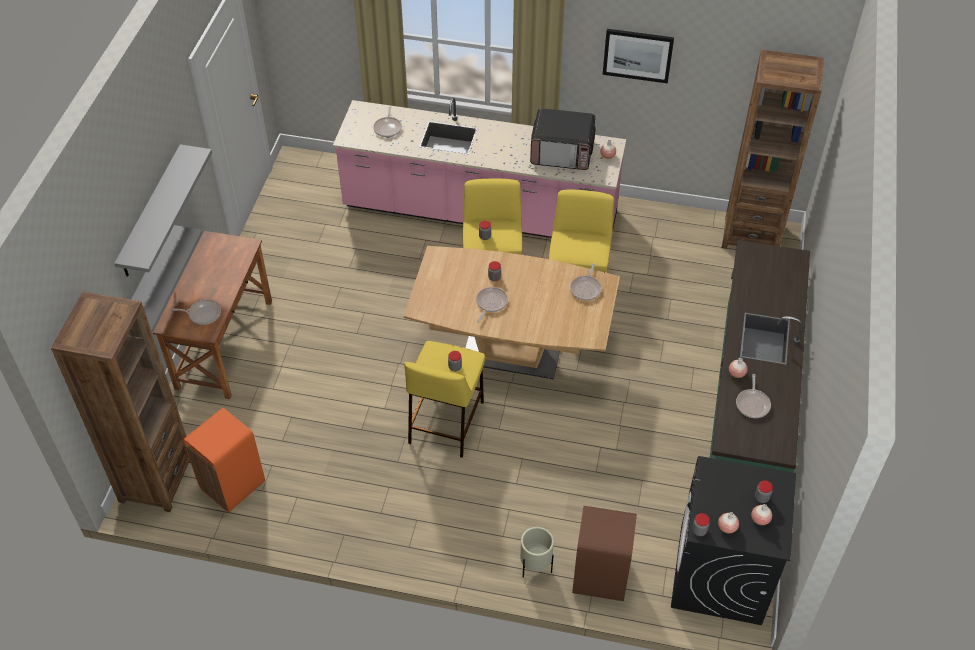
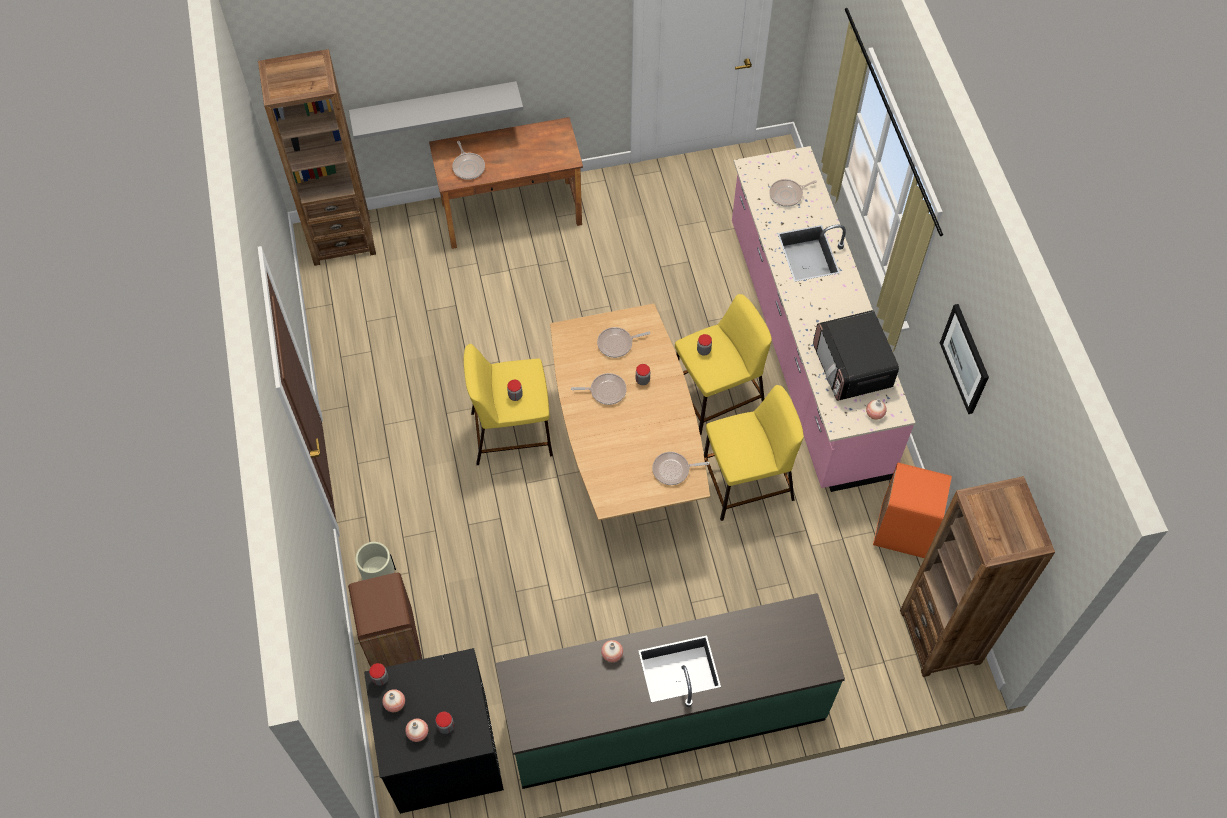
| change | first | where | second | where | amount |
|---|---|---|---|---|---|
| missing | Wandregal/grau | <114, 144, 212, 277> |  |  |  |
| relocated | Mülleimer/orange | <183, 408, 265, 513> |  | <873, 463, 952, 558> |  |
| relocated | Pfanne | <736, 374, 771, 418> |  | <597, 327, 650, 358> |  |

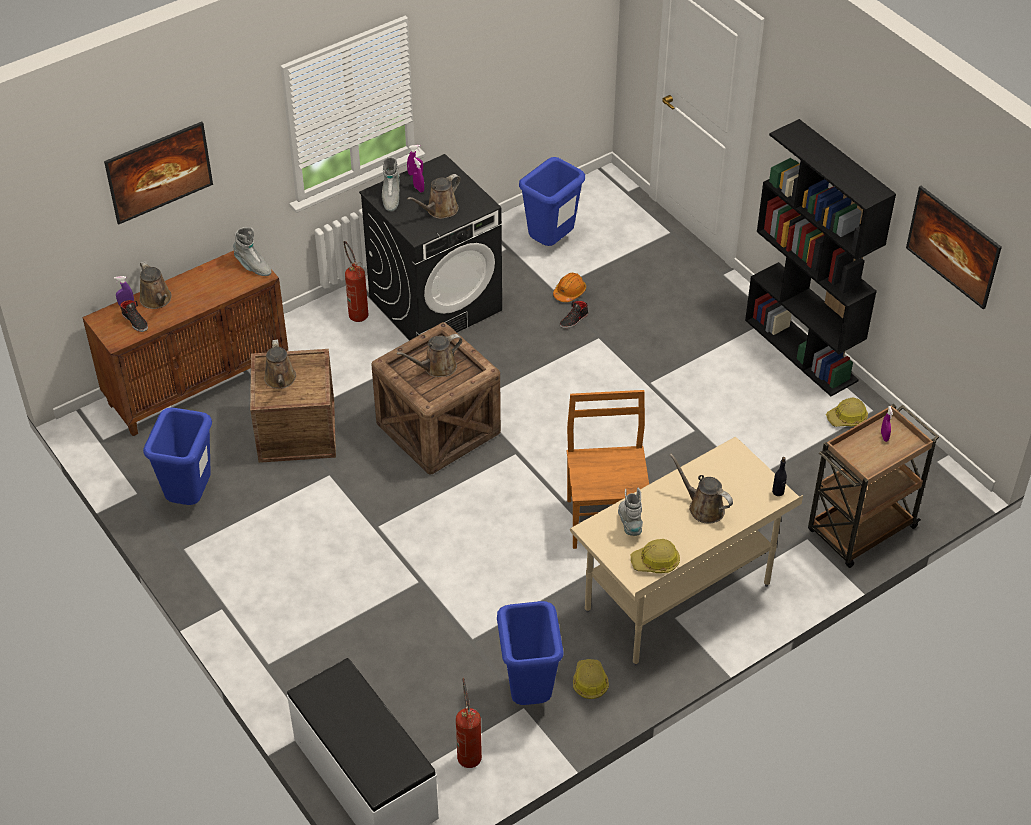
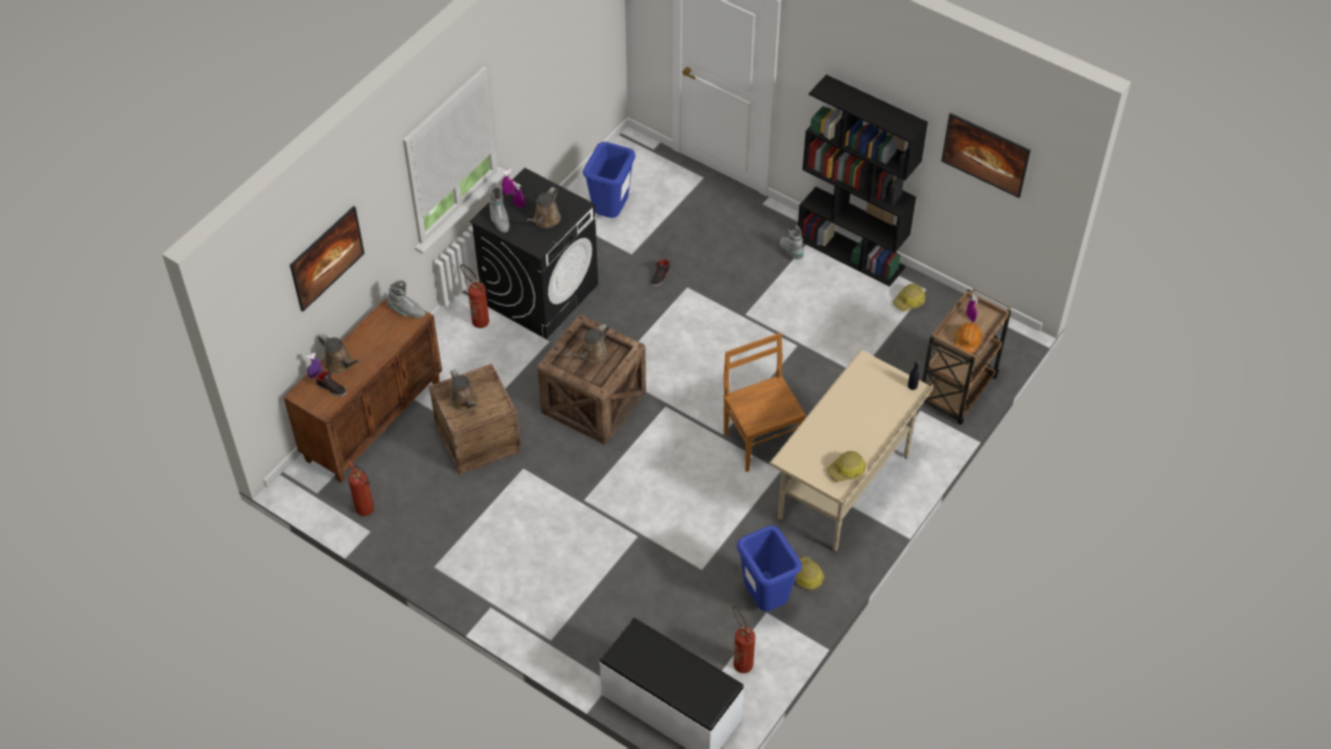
| change | first | where | second | where | amount |
|---|---|---|---|---|---|
| missing | Mülleimer/blau | <143, 407, 212, 505> |  |  |  |
| missing | Gießkanne/braun | <670, 454, 733, 524> |  |  |  |
| appeared |  |  | Feuerlöscher | <348, 461, 374, 516> |  |
| relocated | Schutzhelm/orange | <553, 273, 586, 302> |  | <955, 322, 983, 353> |  |
| relocated | Stiefel/grau | <618, 488, 643, 536> |  | <780, 225, 804, 259> |  |

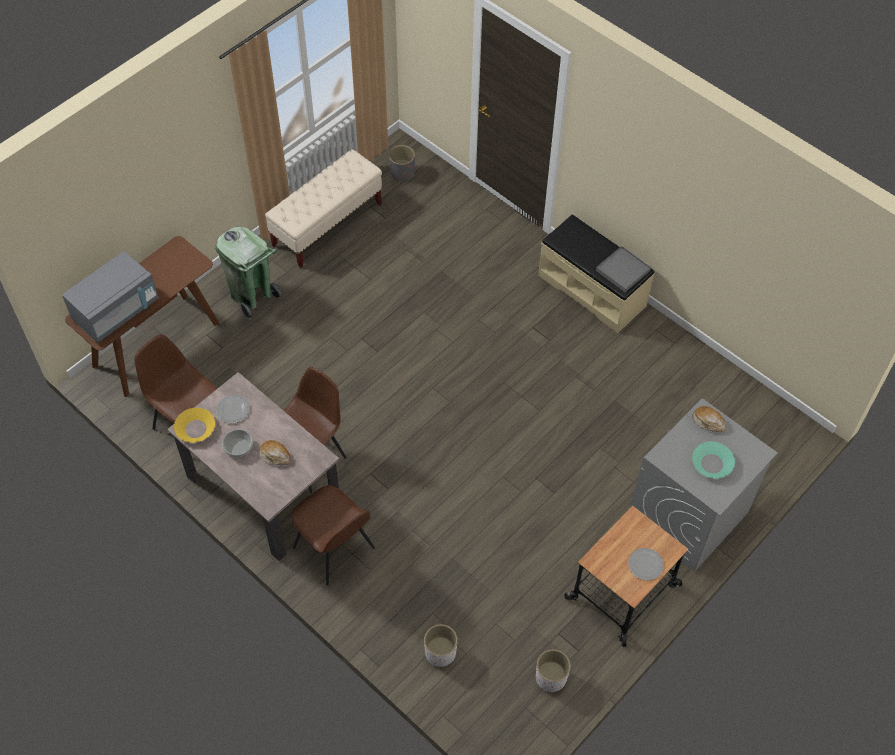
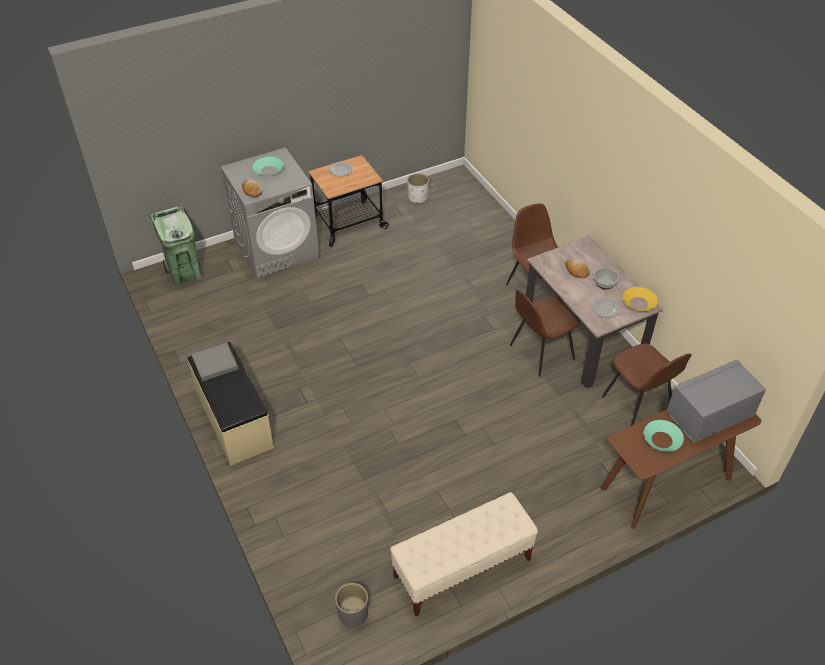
| change | first | where | second | where | amount |
|---|---|---|---|---|---|
| missing | Pflanzkübel/weiß | <424, 624, 458, 667> |  |  |  |
| appeared |  |  | Schüssel/türkis | <644, 420, 684, 452> |  |
| relocated | Mülleimer/grün | <215, 227, 282, 320> |  | <150, 206, 202, 286> |  |

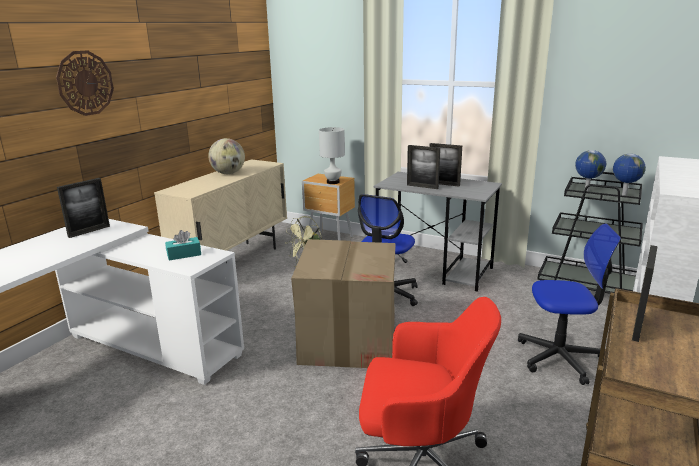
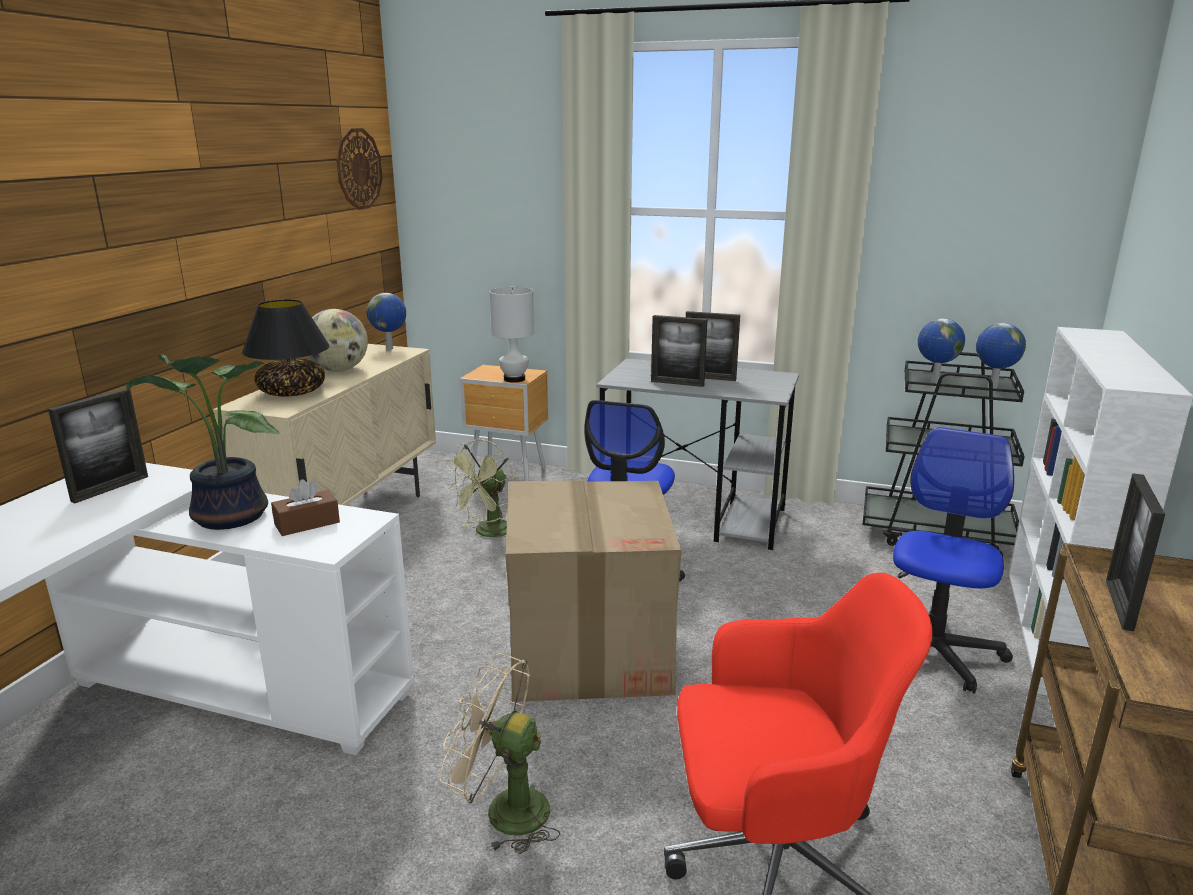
| change | first | where | second | where | amount |
|---|---|---|---|---|---|
| appeared |  |  | Topfpflanze | <126, 354, 280, 530> |  |
| appeared |  |  | Tischlampe/schwarz | <242, 300, 330, 397> |  |
| appeared |  |  | Globus | <367, 293, 406, 350> |  |
| appeared |  |  | Ventilator/beige | <440, 653, 560, 854> |  |
| relocated | Wanduhr | <56, 50, 114, 116> |  | <336, 128, 383, 210> |  |
| colour | Taschentuchbox/türkis | <165, 230, 201, 260> | Taschentuchbox/braun | <271, 479, 340, 536> |  |
| spun | Bürostuhl | <518, 224, 621, 385> |  | <893, 427, 1014, 694> | 60 degrees counterclockwise |

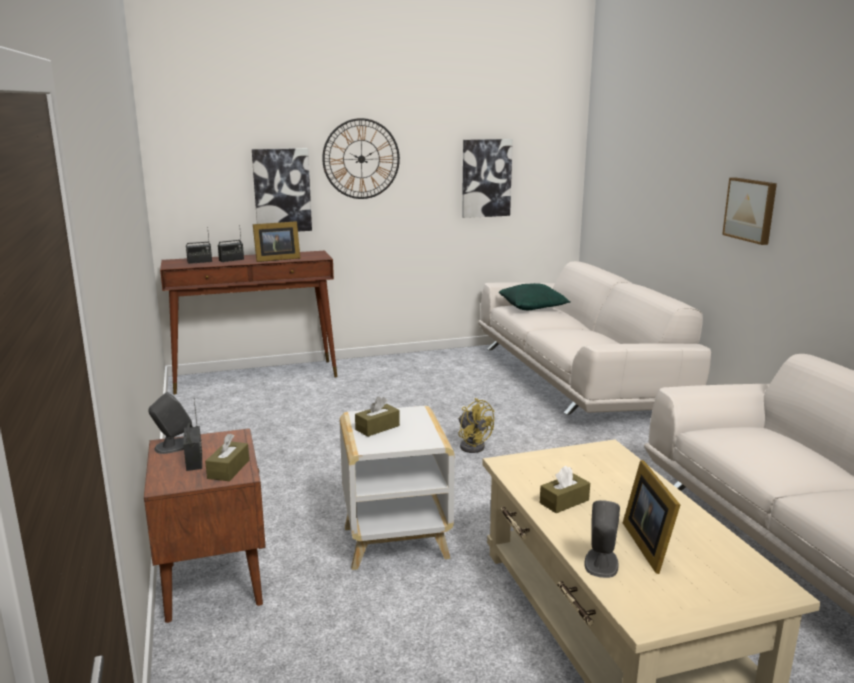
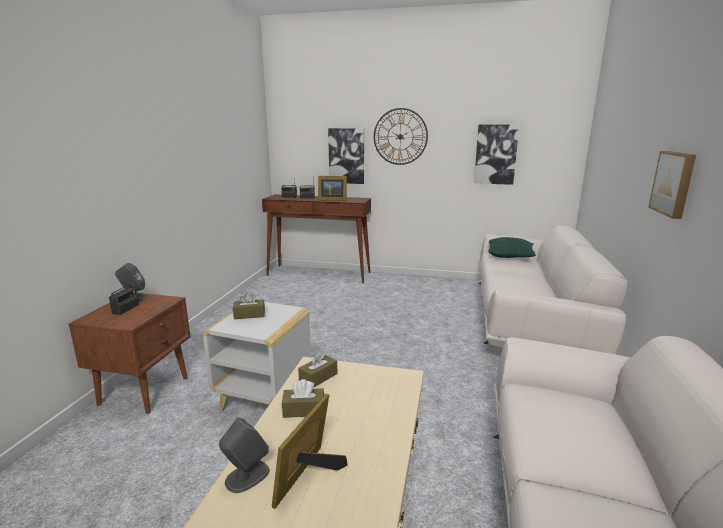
| change | first | where | second | where | amount |
|---|---|---|---|---|---|
| missing | Ventilator/gelb | <458, 398, 494, 453> |  |  |  |
| relocated | Taschentuchbox/braun | <205, 434, 249, 481> |  | <298, 351, 337, 388> |  |

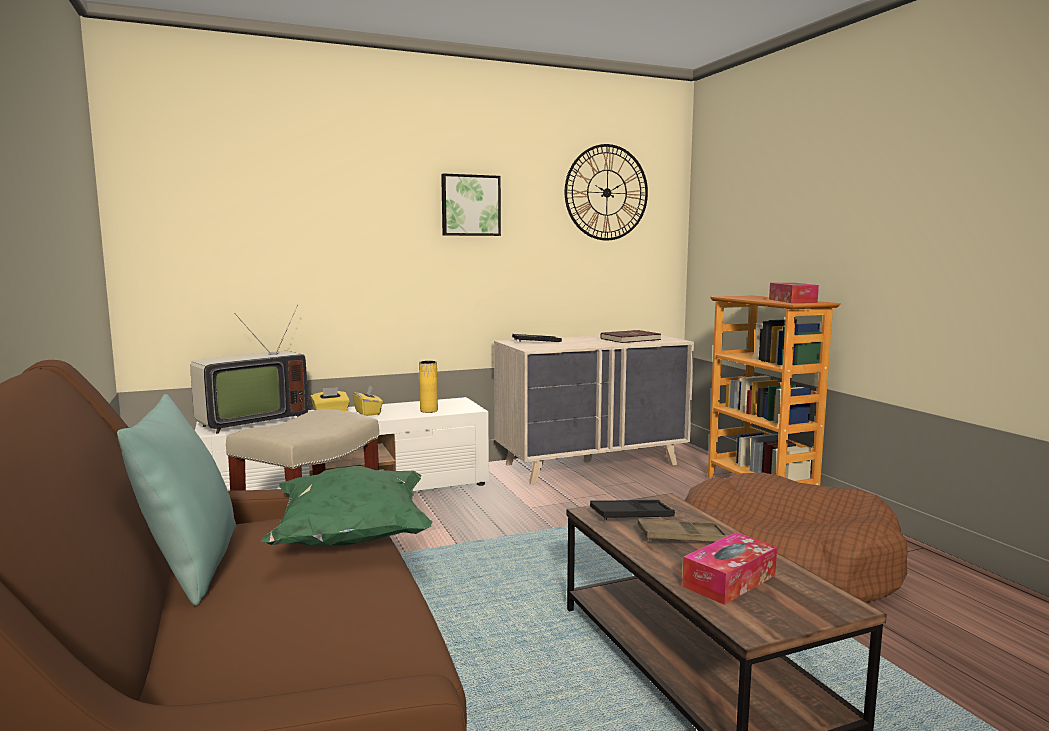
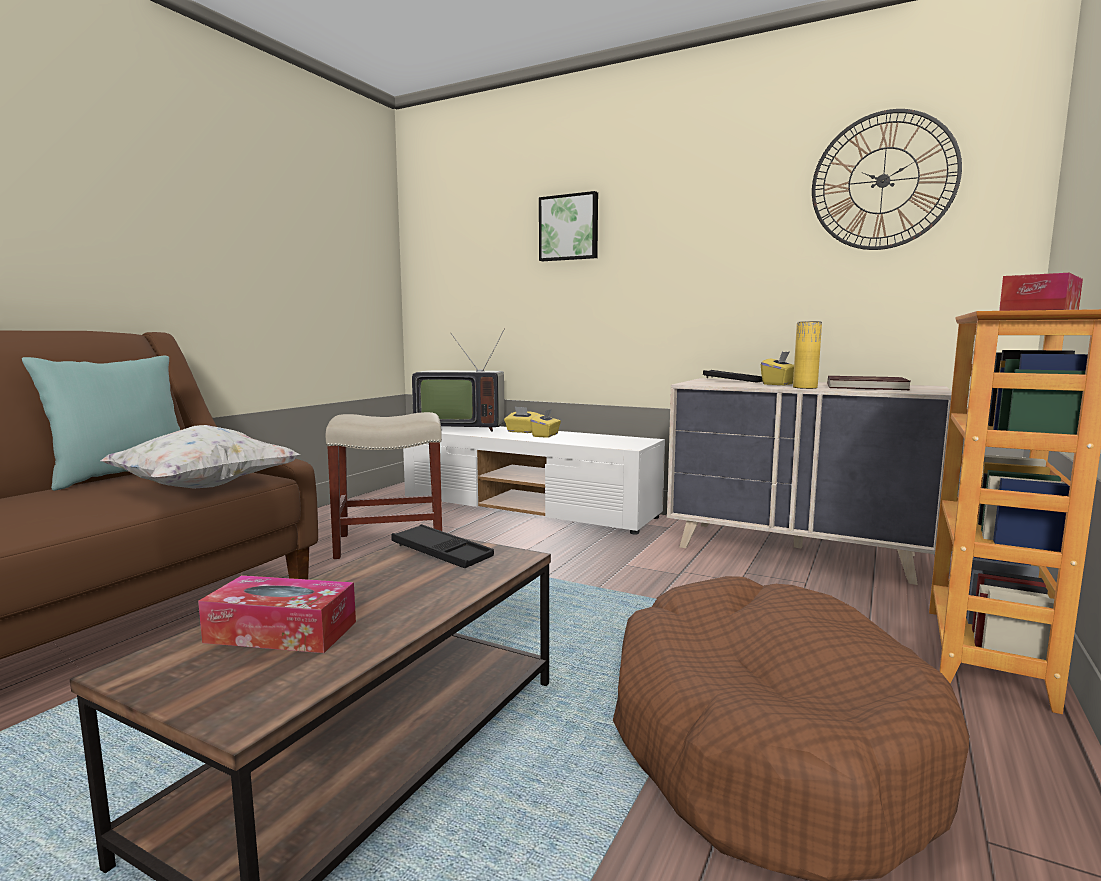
| change | first | where | second | where | amount |
|---|---|---|---|---|---|
| missing | Tablett/braun | <638, 518, 729, 542> |  |  |  |
| appeared |  |  | Taschentuchbox/gelb | <761, 351, 794, 386> |  |
| relocated | Vase/gelb | <419, 361, 438, 413> |  | <793, 322, 822, 389> |  |
| relocated | Bild | <441, 173, 501, 236> |  | <539, 191, 598, 261> |  |
| colour | Kissen/grün | <261, 466, 433, 545> | Kissen/weiß | <100, 425, 300, 489> |  |

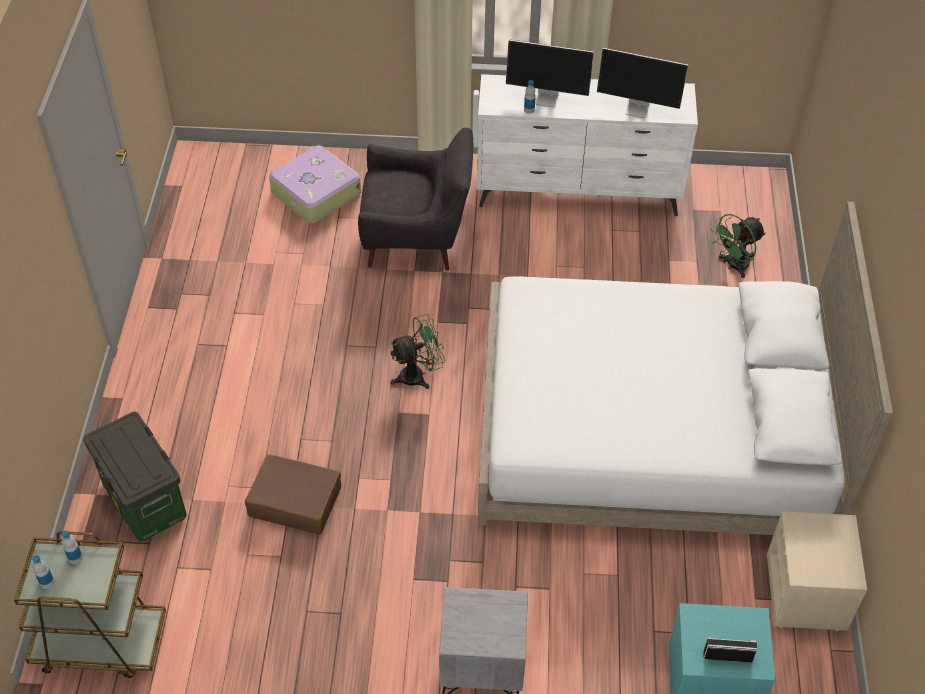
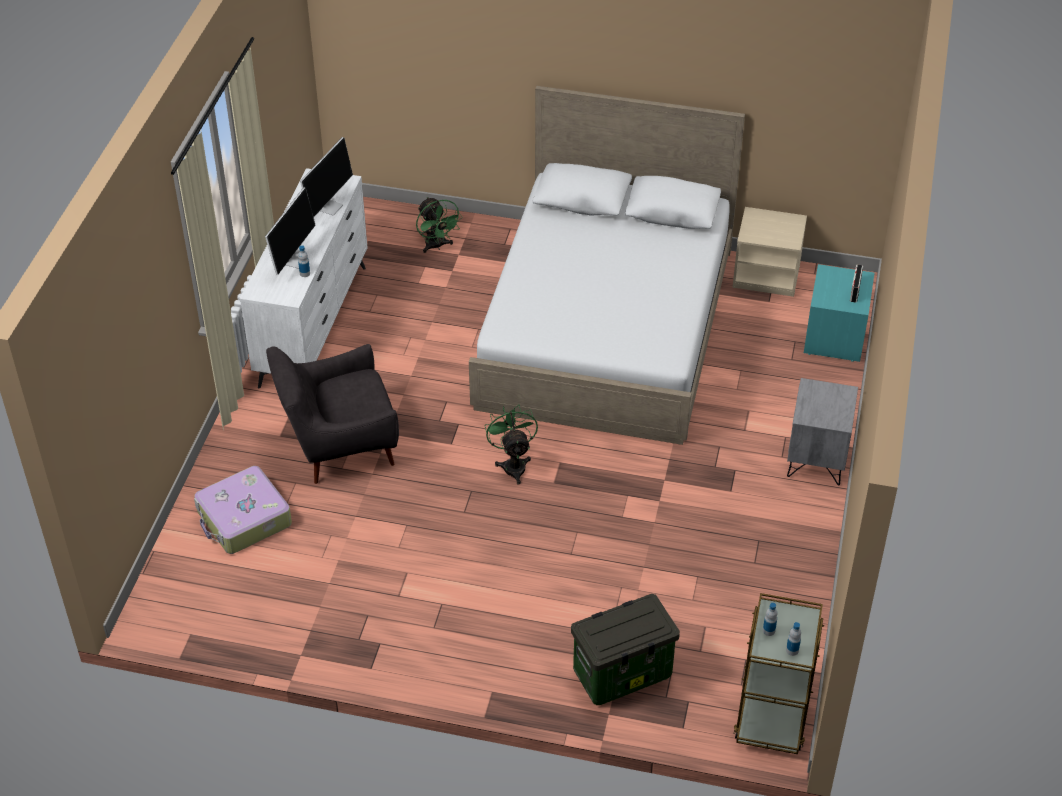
| change | first | where | second | where | amount |
|---|---|---|---|---|---|
| missing | Koffer/braun | <245, 454, 341, 534> |  |  |  |
| spun | Sessel/grau | <358, 128, 473, 270> |  | <266, 344, 399, 484> | 120 degrees counterclockwise |

